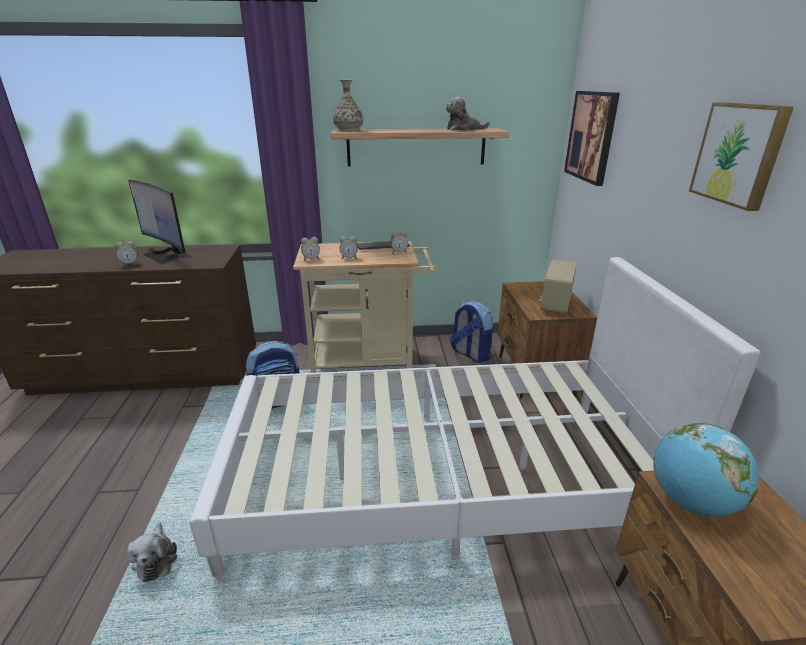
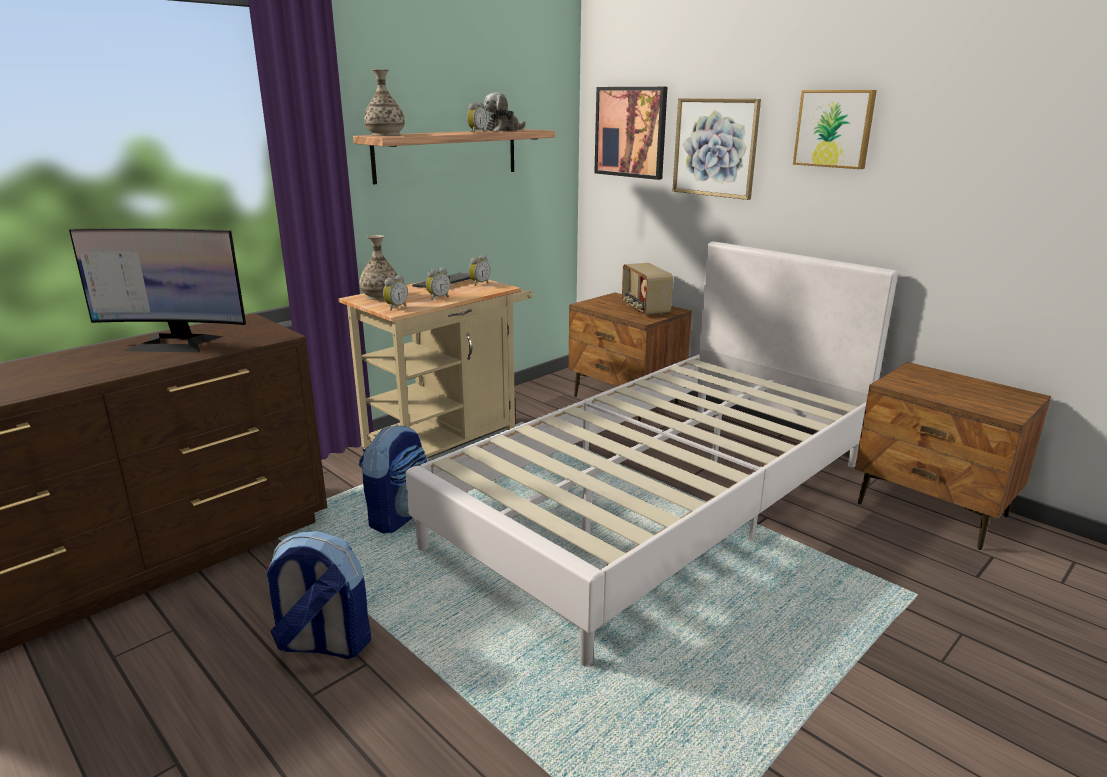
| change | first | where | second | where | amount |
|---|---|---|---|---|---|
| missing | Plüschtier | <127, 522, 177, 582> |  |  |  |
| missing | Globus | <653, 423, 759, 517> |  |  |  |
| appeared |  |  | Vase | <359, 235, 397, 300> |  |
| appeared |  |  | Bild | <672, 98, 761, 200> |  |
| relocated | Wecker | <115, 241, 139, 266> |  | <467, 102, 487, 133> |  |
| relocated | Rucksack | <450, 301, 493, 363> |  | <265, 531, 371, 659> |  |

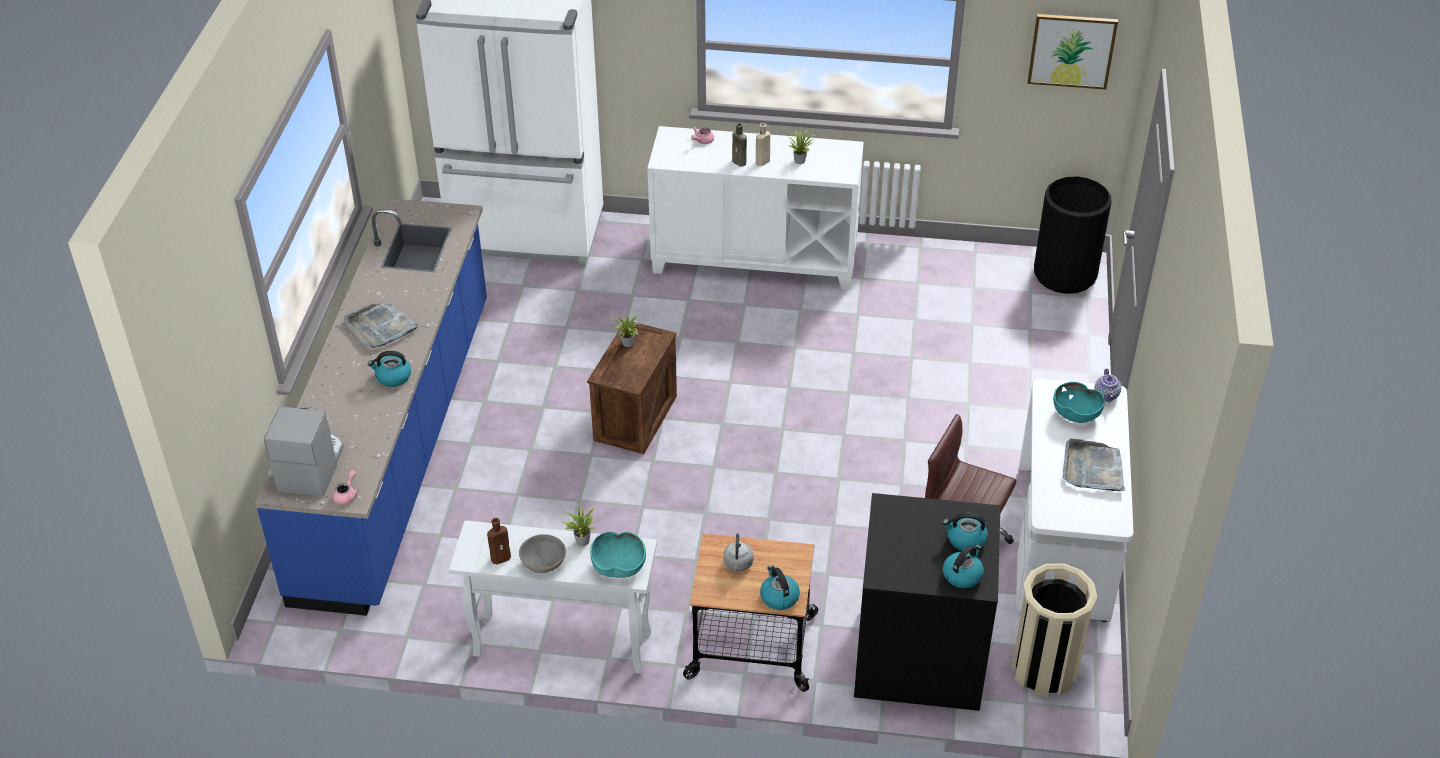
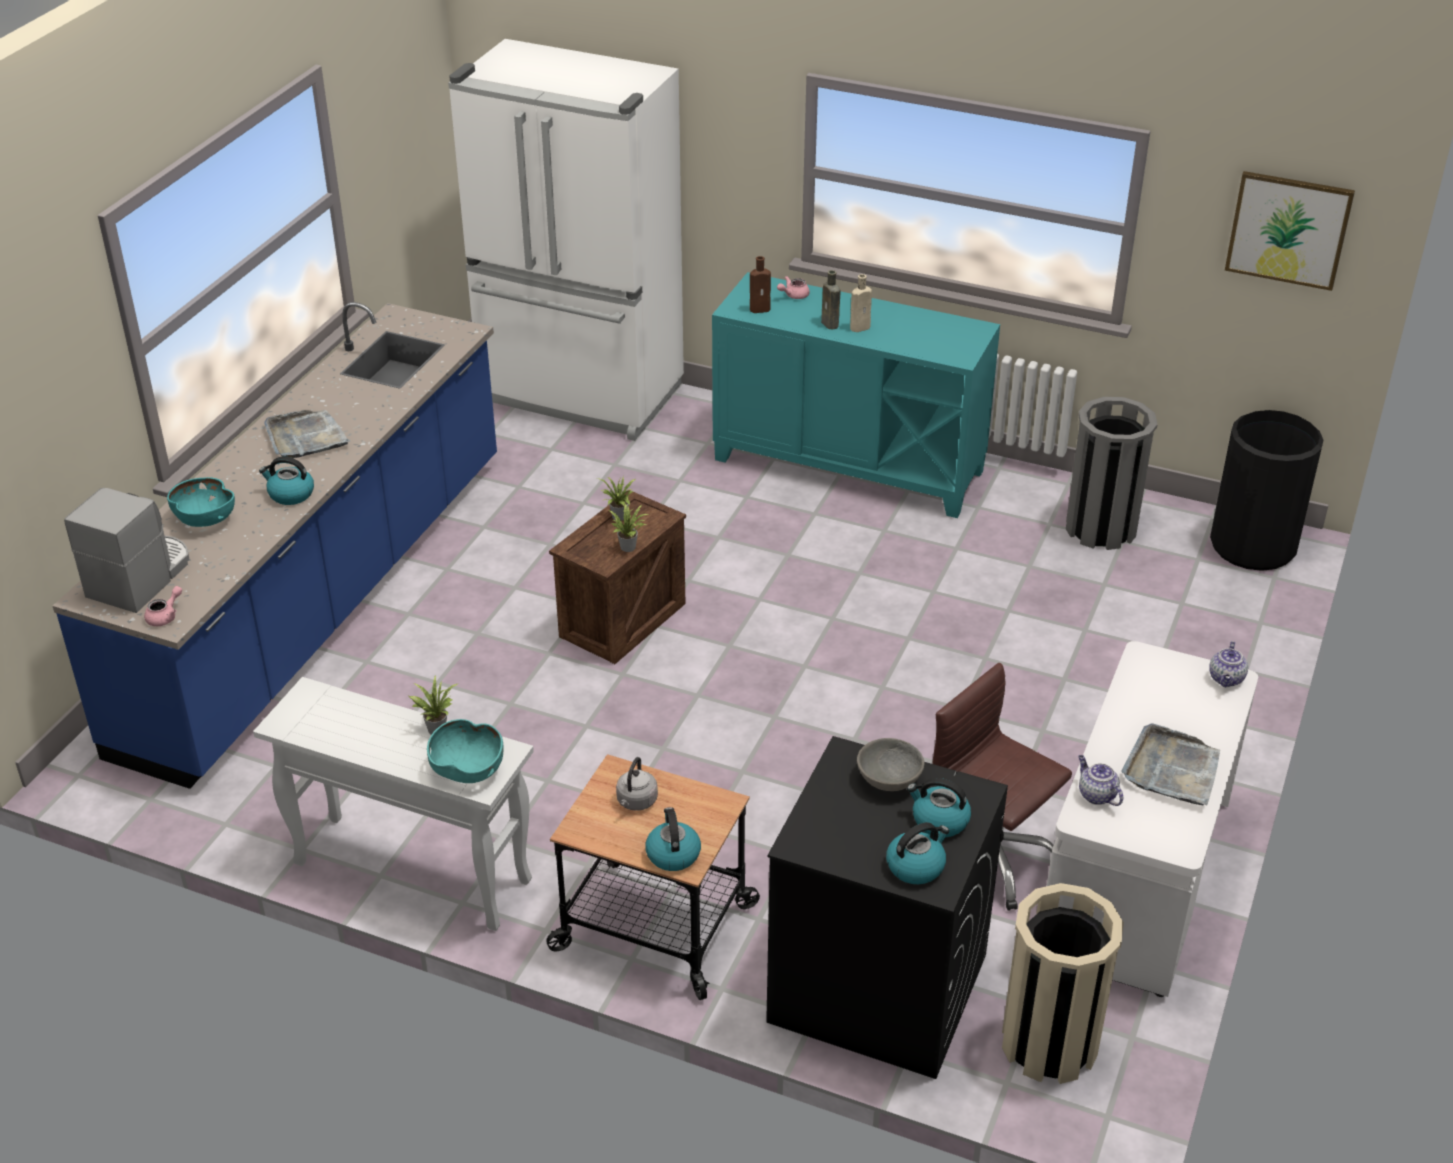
| change | first | where | second | where | amount |
|---|---|---|---|---|---|
| appeared |  |  | Mülleimer/grau | <1066, 397, 1158, 550> |  |
| appeared |  |  | Teekanne | <1078, 755, 1123, 806> |  |
| relocated | Flasche/braun | <487, 518, 511, 564> |  | <750, 256, 771, 313> |  |
| relocated | Schüssel/grau | <519, 534, 566, 573> |  | <857, 738, 925, 791> |  |
| relocated | Topfpflanze | <788, 130, 815, 164> |  | <609, 503, 648, 552> |  |
| relocated | Schüssel/türkis | <1053, 382, 1105, 423> |  | <167, 477, 235, 527> |  |
| colour | Schrank/weiß | <647, 126, 864, 290> | Schrank/türkis | <712, 272, 1000, 518> |  |

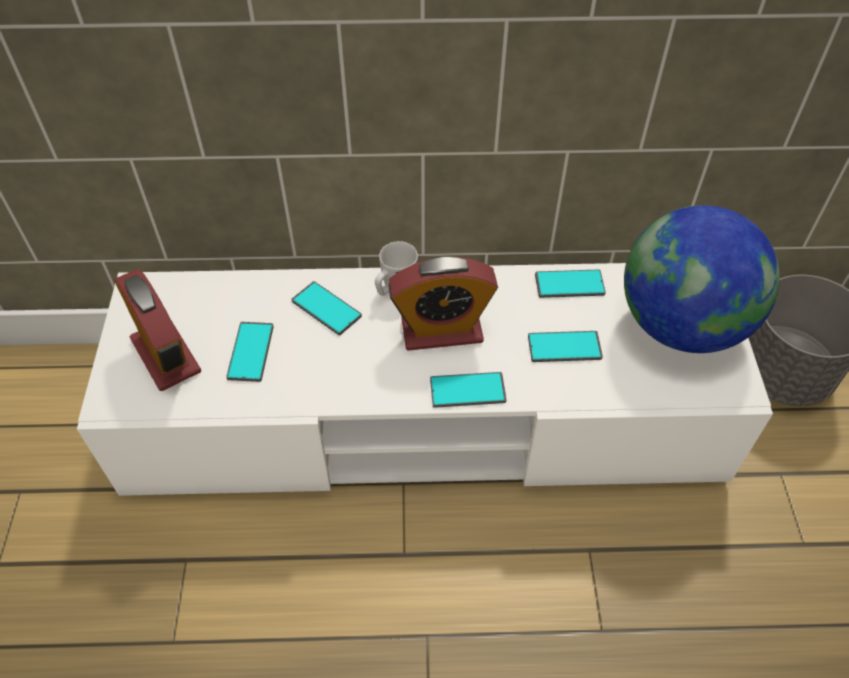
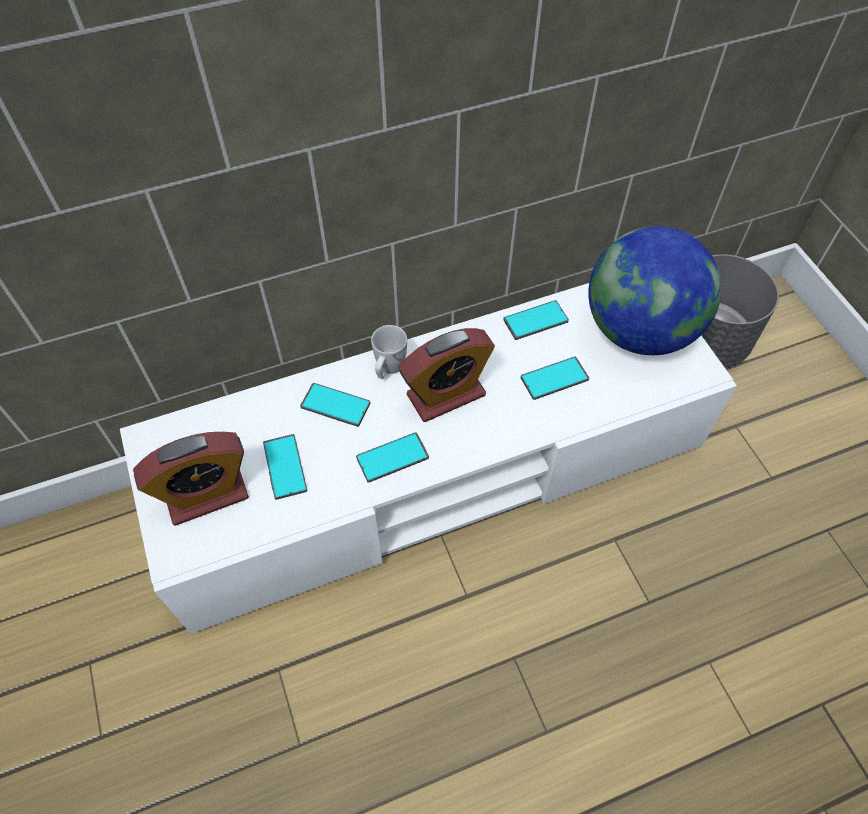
| change | first | where | second | where | amount |
|---|---|---|---|---|---|
| relocated | Handy | <430, 372, 507, 408> |  | <356, 432, 429, 483> |  |
| spun | Wecker | <114, 269, 201, 391> |  | <133, 432, 249, 526> | 120 degrees clockwise |

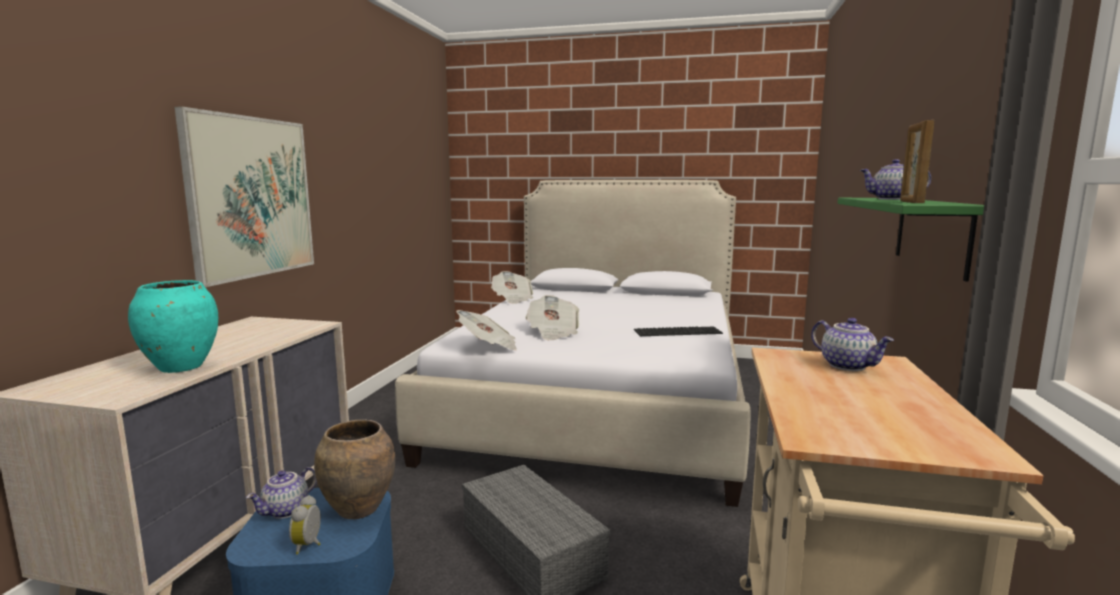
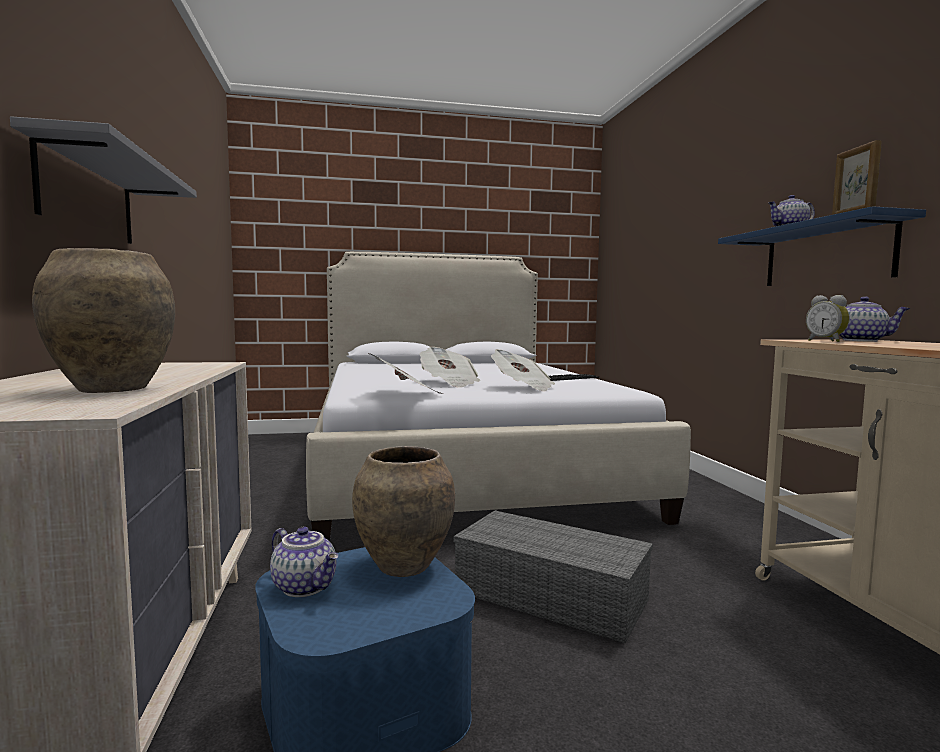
| change | first | where | second | where | amount |
|---|---|---|---|---|---|
| relocated | Wecker | <289, 495, 321, 555> |  | <806, 295, 850, 342> |  |
| relocated | Zeitung | <491, 271, 533, 304> |  | <491, 349, 555, 392> |  |
| exchanged | Bild | <174, 107, 314, 287> | Wandregal/grau | <10, 116, 197, 244> |  |
| colour | Vase/türkis | <128, 280, 218, 373> | Vase/braun | <32, 248, 175, 393> |  |
| colour | Wandregal/grün | <837, 198, 984, 282> | Wandregal/blau | <718, 206, 926, 286> |  |
| spun | Teekanne | <246, 467, 317, 519> |  | <270, 527, 339, 597> | 60 degrees counterclockwise |

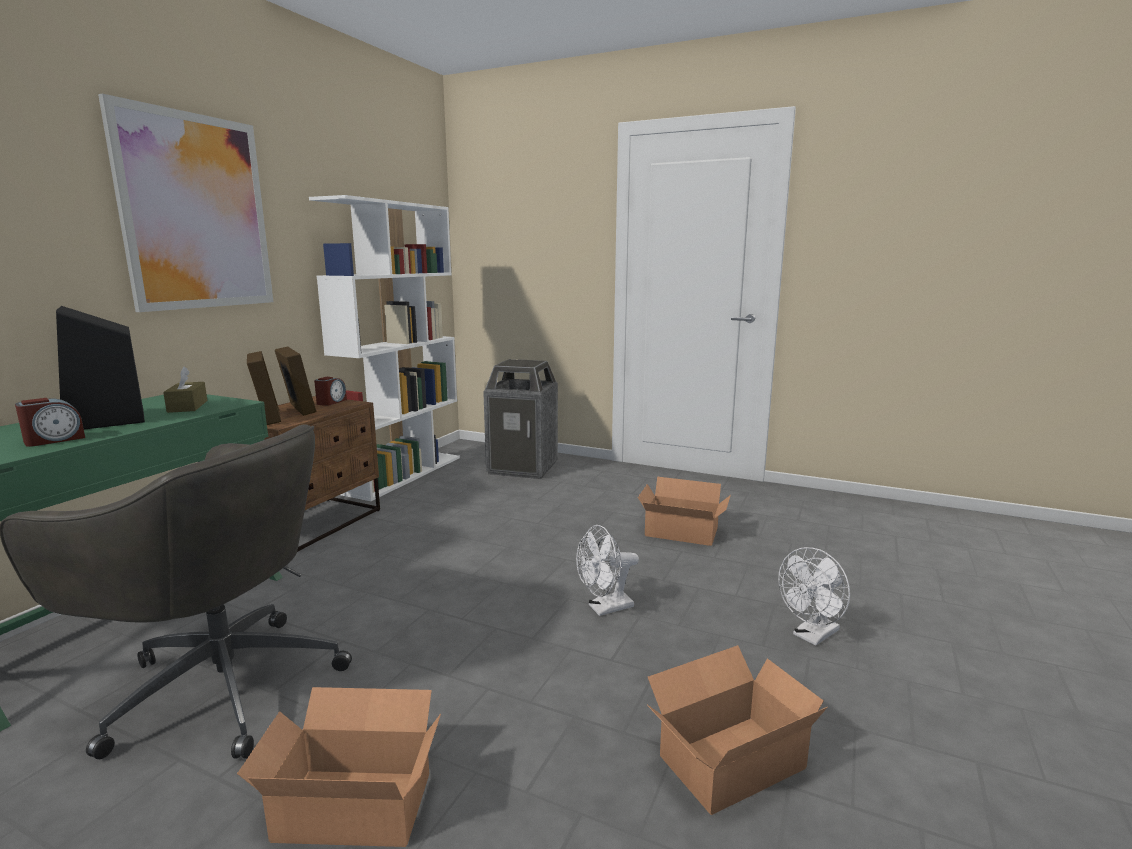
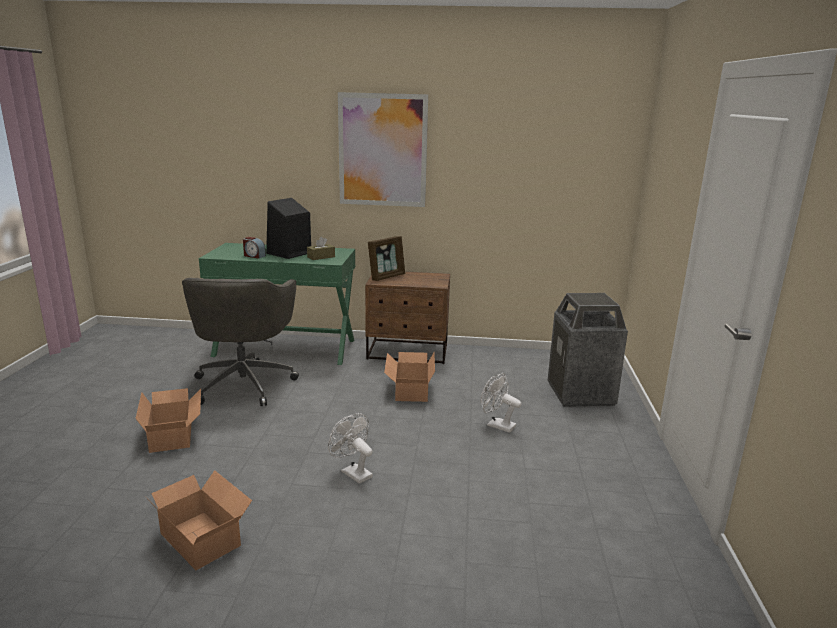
| change | first | where | second | where | amount |
|---|---|---|---|---|---|
| missing | Bilderrahmen | <275, 346, 317, 416> |  |  |  |
| missing | Bücherregal/weiß | <309, 195, 460, 501> |  |  |  |
| missing | Wecker | <314, 377, 347, 406> |  |  |  |
| relocated | Karton | <638, 477, 731, 546> |  | <384, 352, 435, 402> |  |
| relocated | Ventilator/weiß | <778, 547, 850, 646> |  | <481, 373, 521, 433> |  |

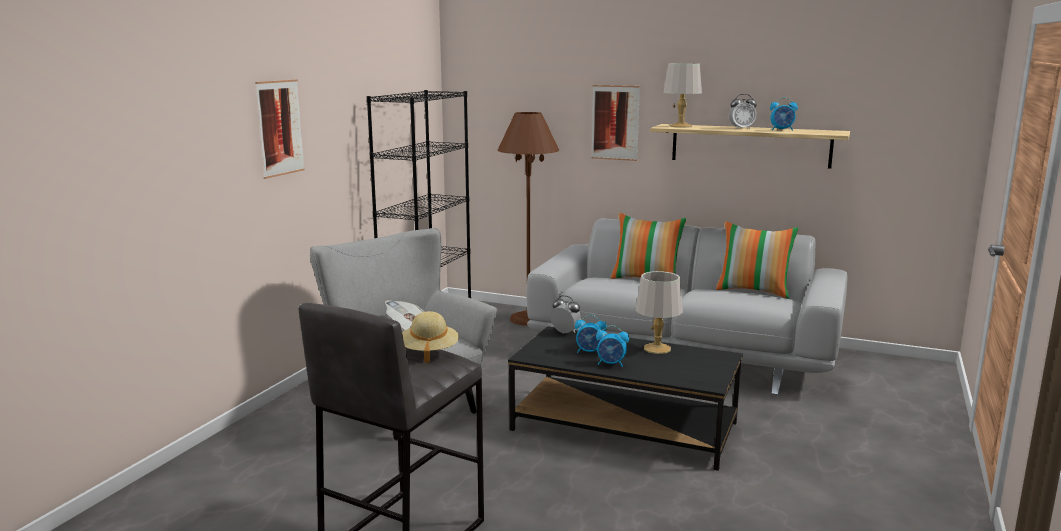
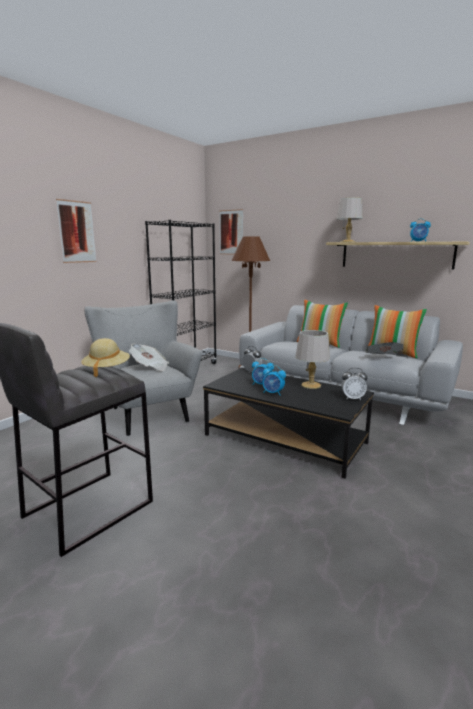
| change | first | where | second | where | amount |
|---|---|---|---|---|---|
| appeared |  |  | Zeitung | <365, 342, 404, 354> |  |
| relocated | Bild | <591, 85, 640, 161> |  | <219, 209, 243, 254> |  |
| relocated | Wecker | <729, 94, 757, 129> |  | <341, 368, 368, 400> |  |

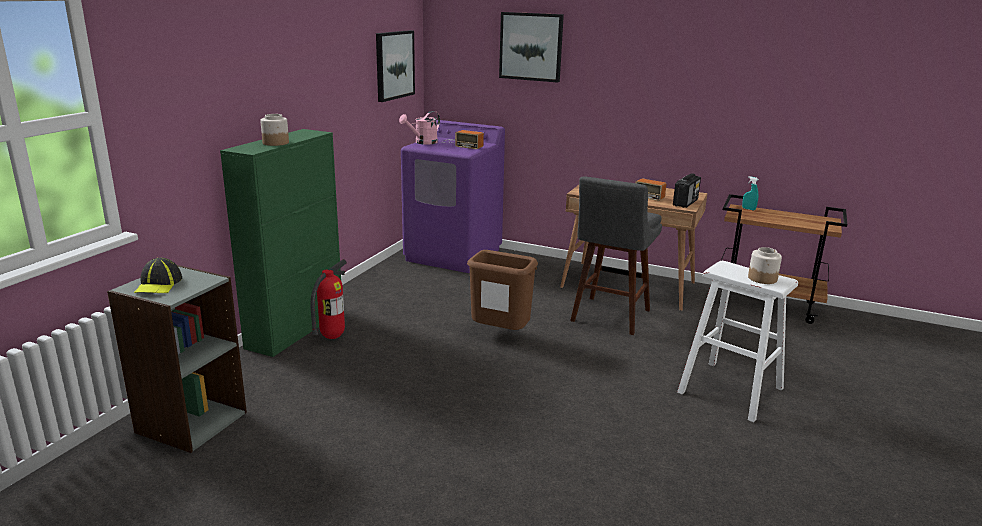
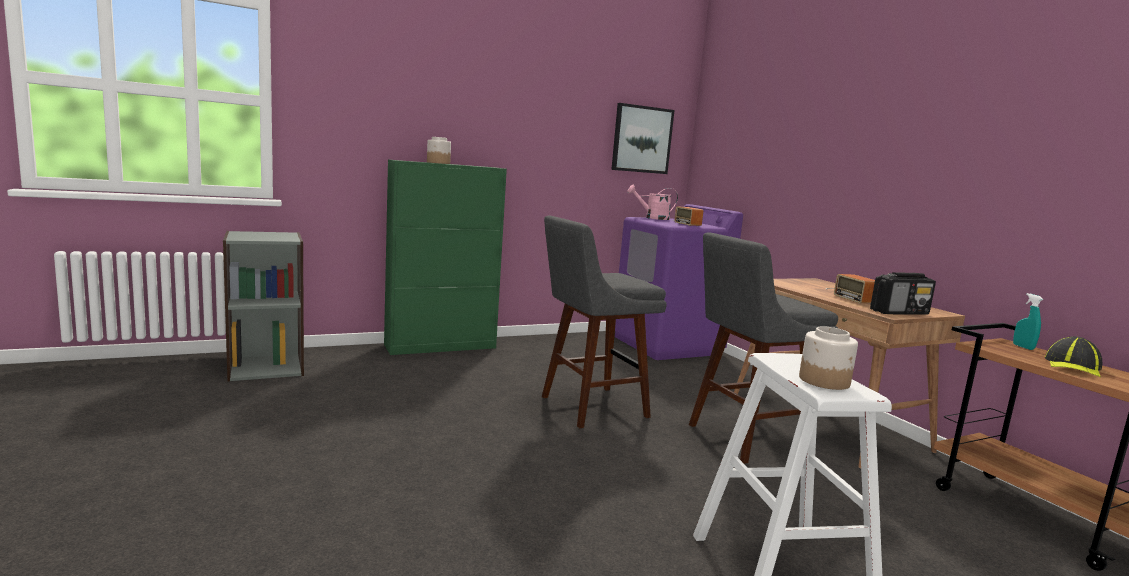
| change | first | where | second | where | amount |
|---|---|---|---|---|---|
| missing | Feuerlöscher | <310, 259, 347, 339> |  |  |  |
| missing | Bild | <499, 12, 564, 83> |  |  |  |
| relocated | Kappe | <134, 258, 182, 293> |  | <1045, 336, 1102, 378> |  |
| exchanged | Mülleimer/braun | <467, 250, 538, 330> | Hocker/grau | <542, 216, 667, 428> |  |

